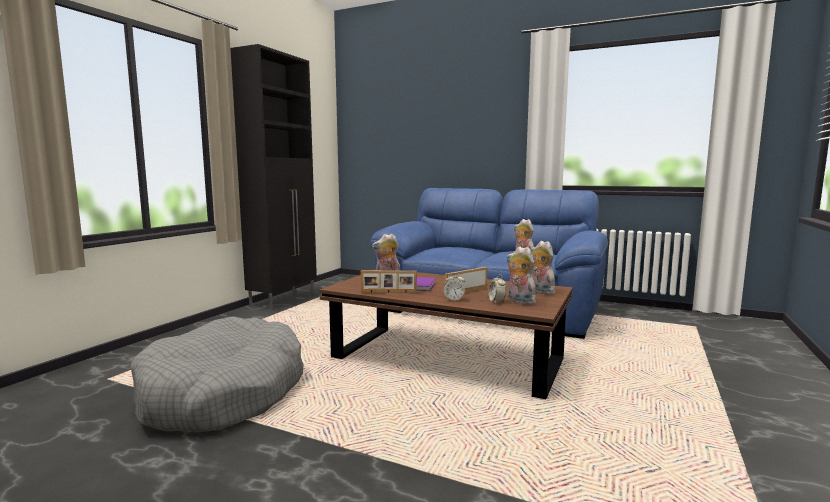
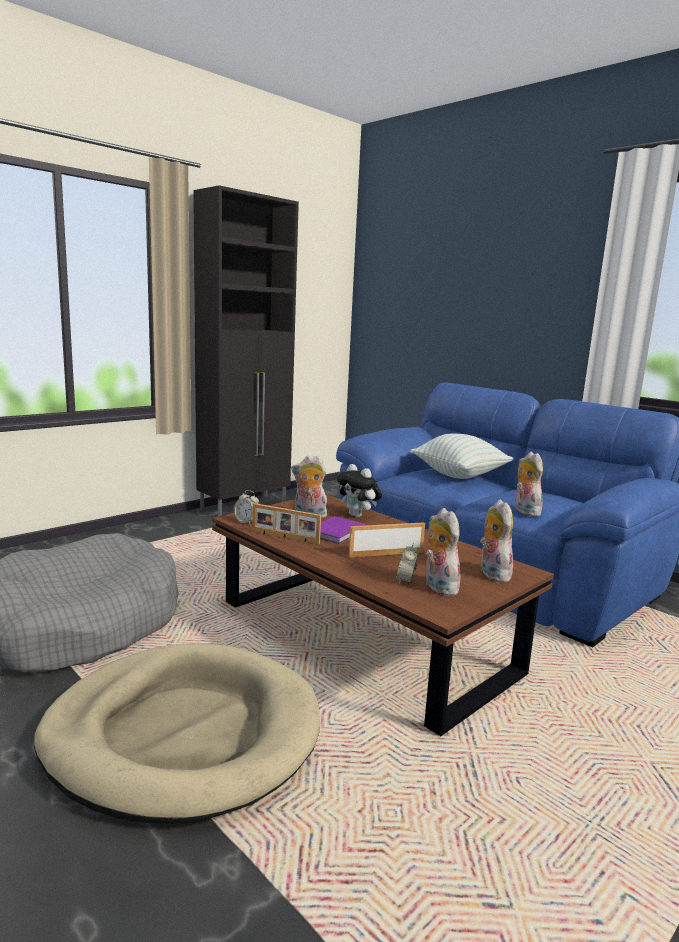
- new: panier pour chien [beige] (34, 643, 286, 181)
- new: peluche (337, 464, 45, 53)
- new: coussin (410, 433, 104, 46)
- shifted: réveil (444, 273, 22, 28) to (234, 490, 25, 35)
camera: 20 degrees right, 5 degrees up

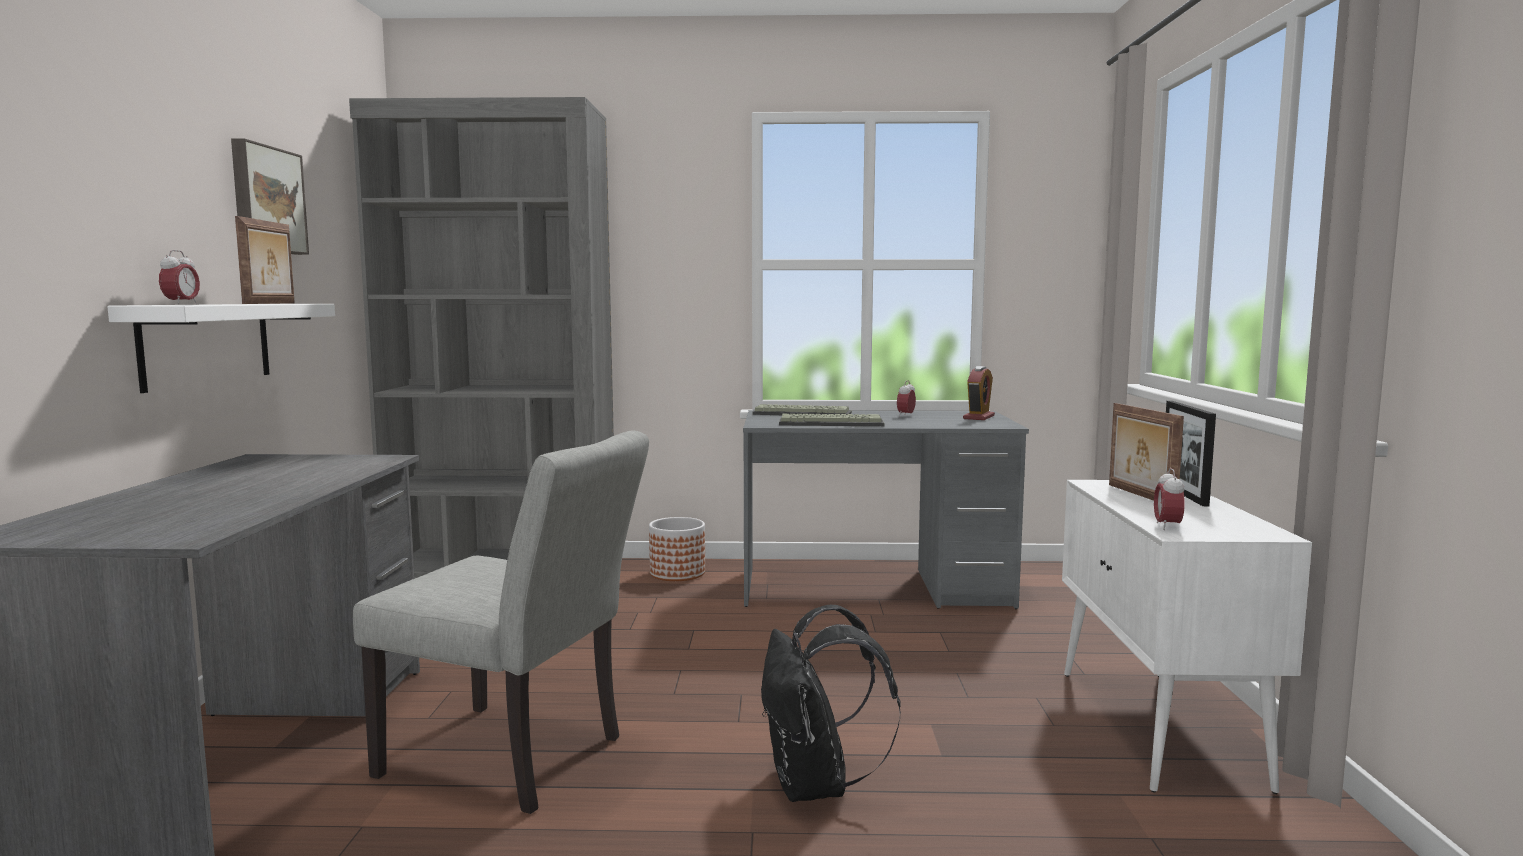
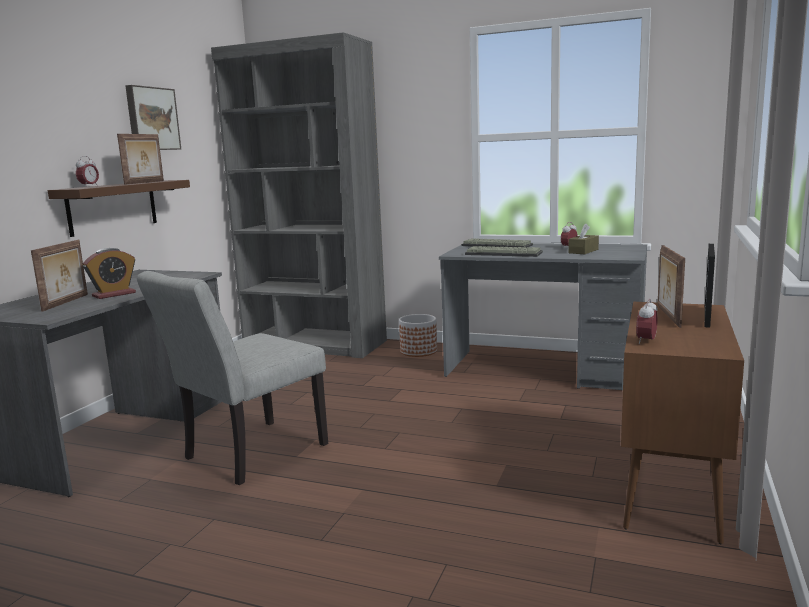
- gone: sac à dos [noir] (761, 605, 140, 197)
- new: cadre photo (31, 240, 57, 72)
- new: boîte à mouchoirs [marron] (568, 223, 31, 31)
- shifted: réveil (963, 366, 32, 54) to (83, 248, 53, 51)
- repainted: étagère [blanc] (108, 304, 227, 89) to étagère [marron] (48, 180, 142, 57)
- repainted: meuble de rangement [blanc] (1062, 480, 250, 314) to meuble de rangement [marron] (621, 302, 123, 242)
- rotated: chaise [gris] (353, 430, 296, 384) = (137, 271, 191, 214) 90 degrees clockwise
camera: 20 degrees right, 5 degrees up

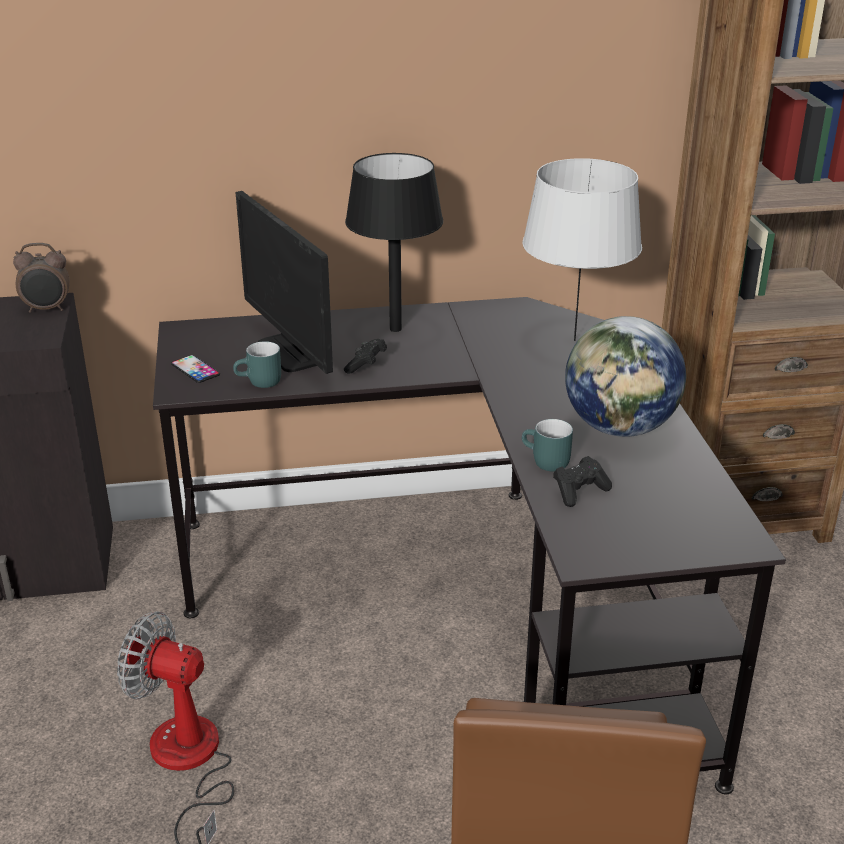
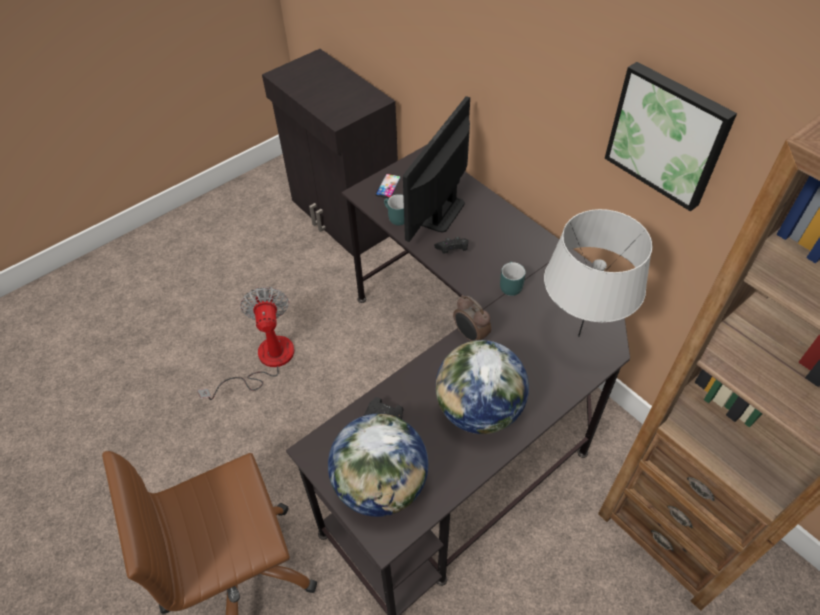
- gone: lampe de table [noir] (345, 153, 98, 179)
- new: globe (328, 413, 100, 104)
- new: tableau (605, 62, 132, 150)
- shifted: réveil (13, 243, 56, 70) to (453, 295, 38, 46)
- shifted: mug [turquoise] (522, 419, 51, 53) to (500, 262, 26, 34)
camera: 60 degrees right, 20 degrees up

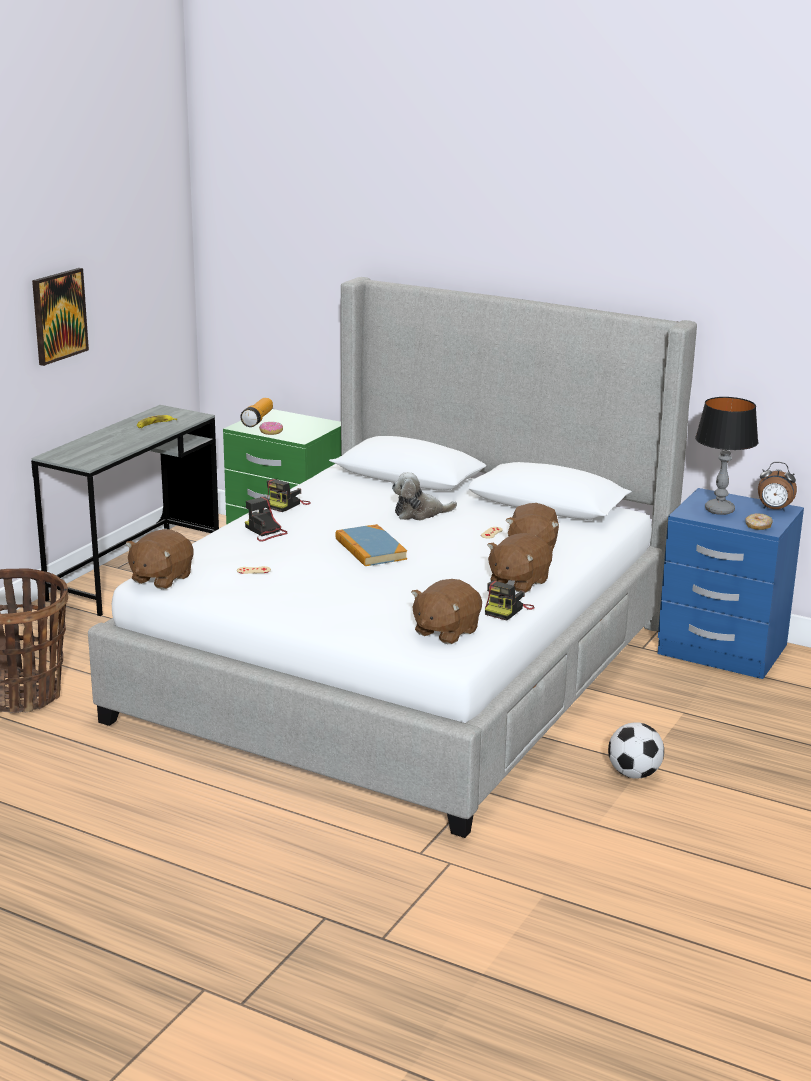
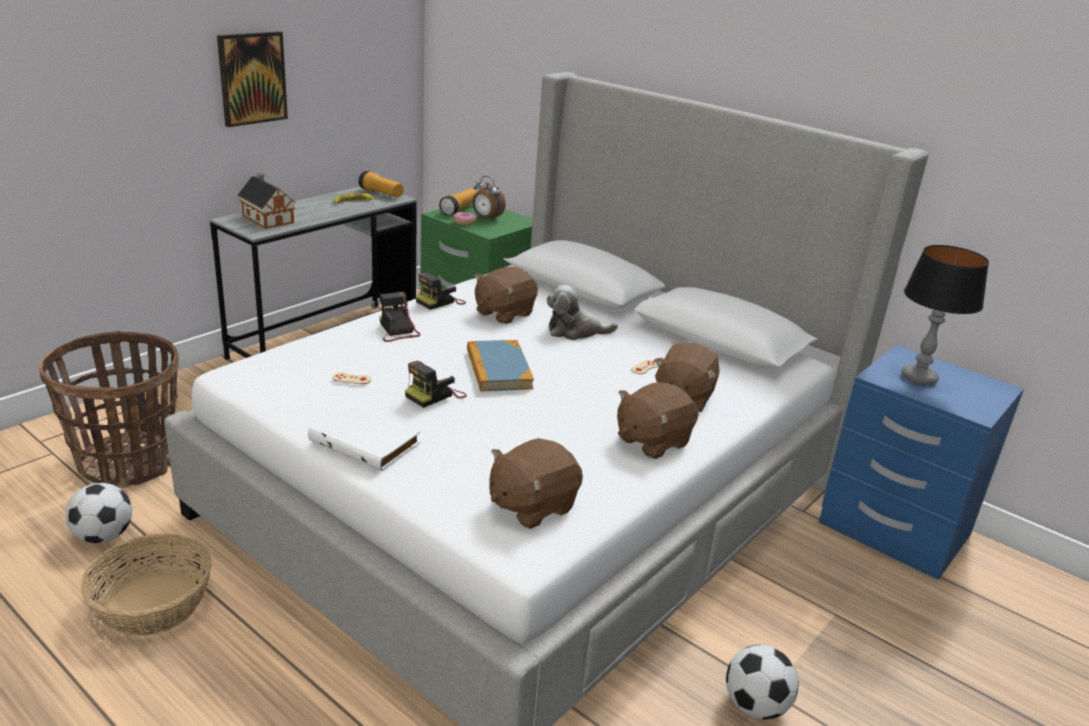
- gone: beignet (745, 513, 28, 17)
- new: ballon de foot (65, 483, 67, 61)
- new: panier (81, 534, 131, 102)
- new: maison miniature (238, 173, 58, 56)
- new: livre [blanc] (308, 403, 112, 68)
- new: lampe de poche (358, 171, 45, 26)
- shifted: peluche [marron] (126, 529, 67, 60) to (474, 267, 64, 57)
- shifted: appareil photo (485, 581, 50, 40) to (405, 361, 62, 47)
- shifted: réveil (758, 462, 39, 50) to (472, 176, 34, 45)
camera: 10 degrees right, 5 degrees up

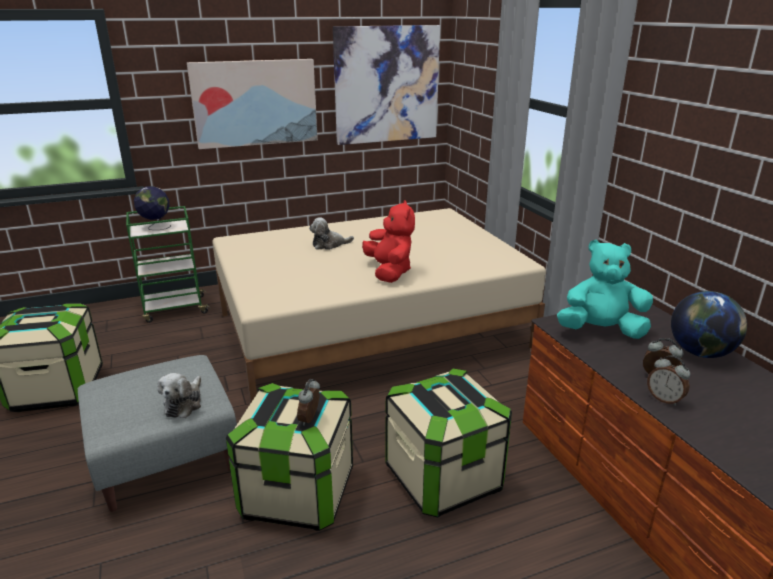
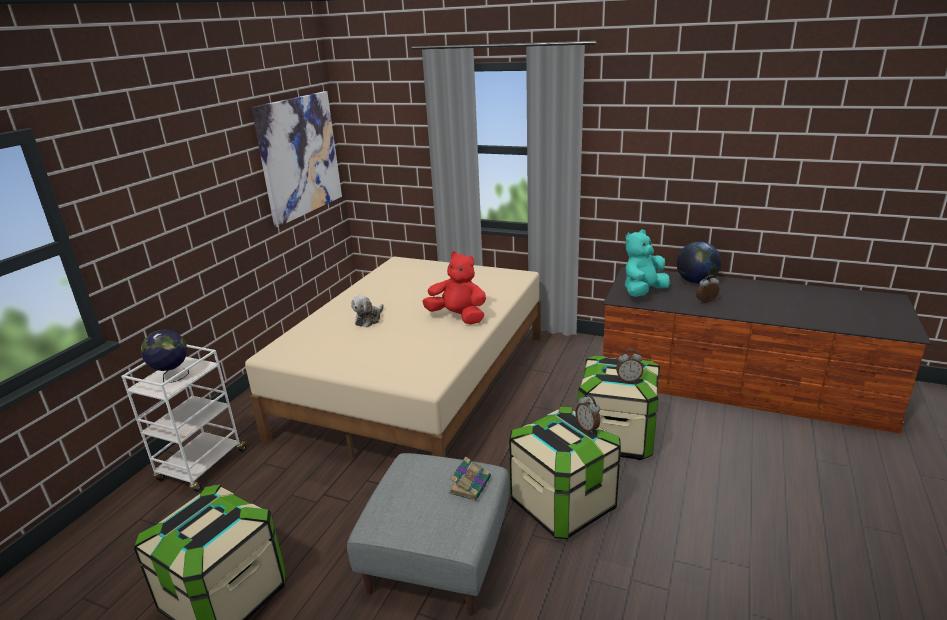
- gone: tableau (187, 59, 131, 90)
- shifted: réveil (647, 355, 43, 51) to (616, 350, 28, 32)
- swapped: peluche (157, 373, 44, 45) to livre (449, 456, 42, 45)
- repainted: chariot [vert] (126, 206, 85, 117) to chariot [blanc] (121, 344, 128, 148)
camera: 45 degrees left, 0 degrees up

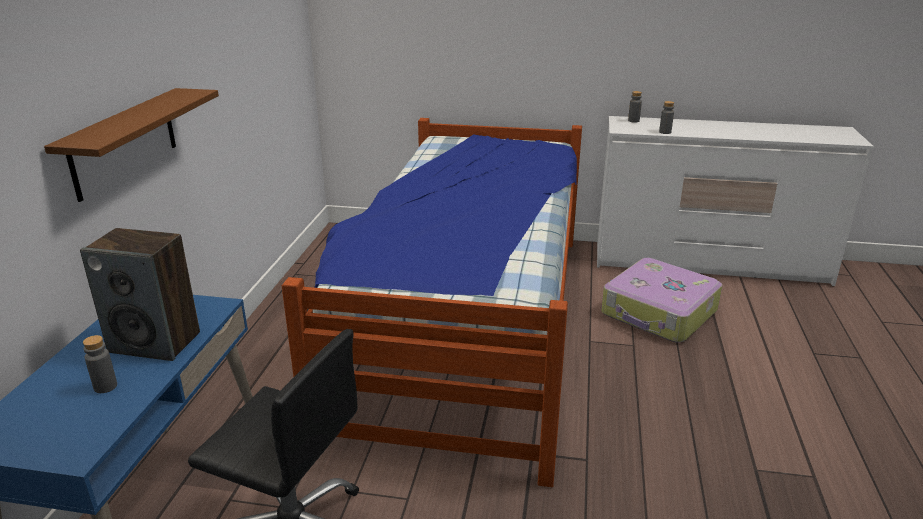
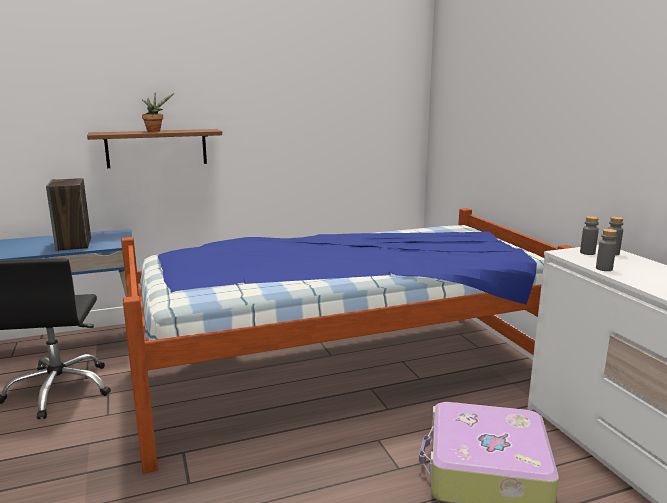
- new: plante en pot (142, 93, 32, 39)
- shifted: bouteille [gris] (83, 335, 34, 58) to (580, 216, 19, 39)
camera: 60 degrees right, 10 degrees down

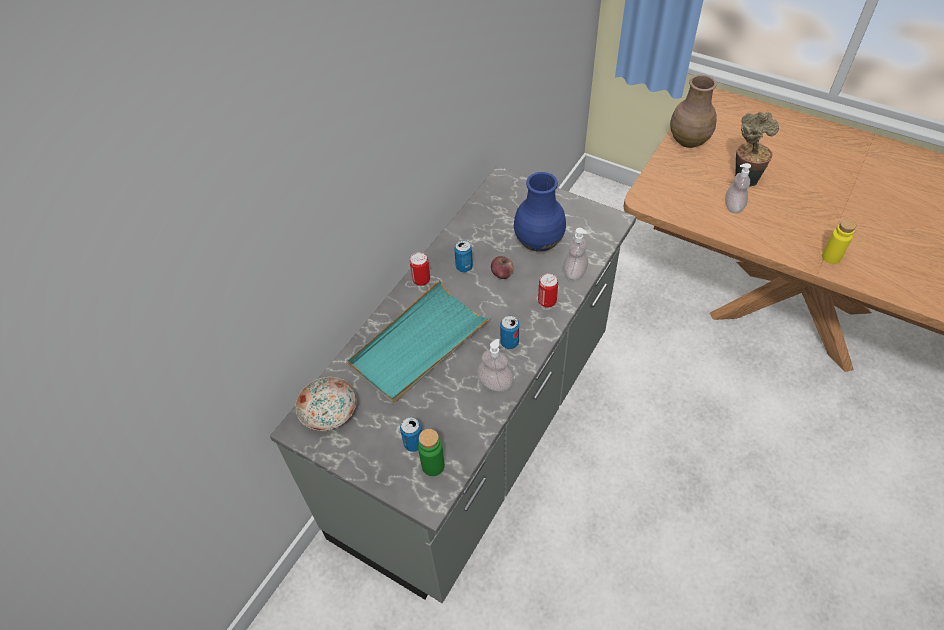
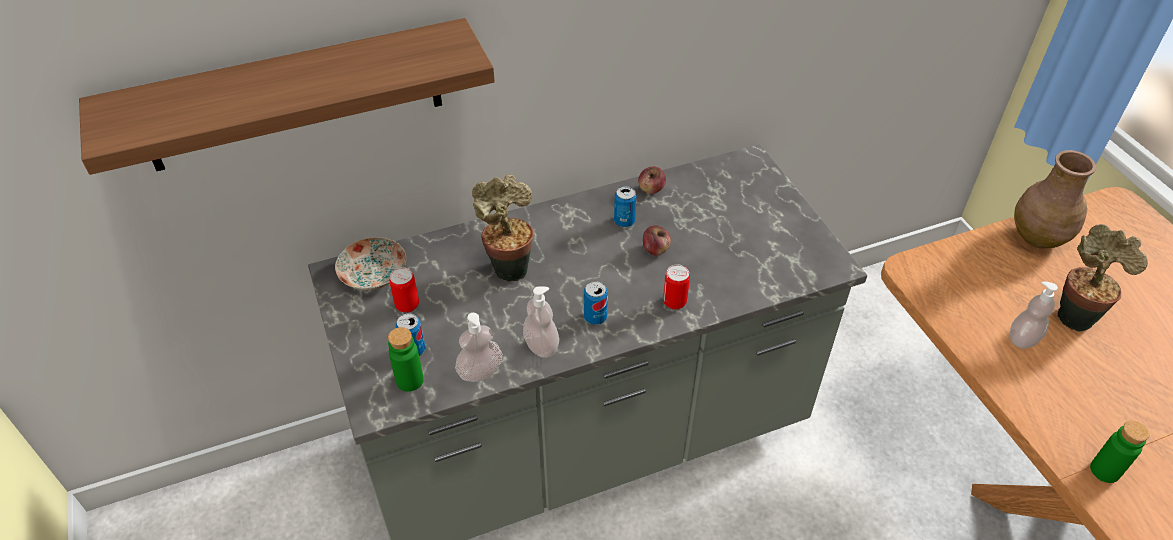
- gone: vase [bleu] (514, 172, 52, 80)
- new: étagère (79, 18, 416, 157)
- new: pomme (638, 166, 28, 28)
- shifted: boîte métallique (410, 252, 20, 34) to (389, 267, 30, 46)
- shifted: distributeur de savon (563, 228, 25, 53) to (455, 313, 48, 69)
- swapped: plateau [turquoise] (348, 280, 144, 123) to plante en pot (472, 174, 62, 108)
- repainted: bouteille [jaune] (822, 219, 34, 45) to bouteille [vert] (1090, 421, 60, 62)
camera: 35 degrees right, 5 degrees down

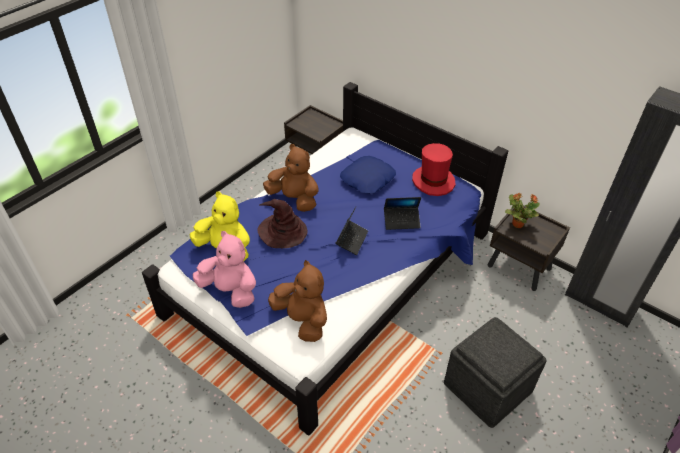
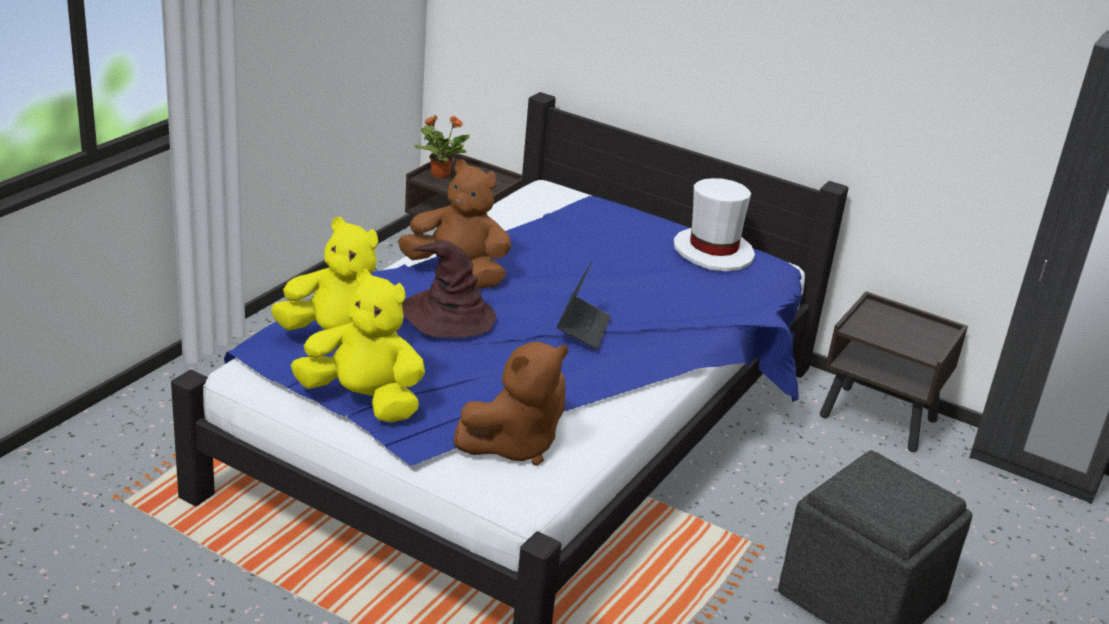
- gone: coussin [bleu] (340, 156, 56, 38)
- gone: ordinateur portable (384, 197, 37, 33)
- shifted: plante en pot (505, 193, 35, 35) to (414, 115, 56, 63)
- repainted: peluche [rose] (193, 231, 63, 77) to peluche [jaune] (291, 269, 134, 153)
- repainted: chapeau [rouge] (412, 143, 44, 53) to chapeau [blanc] (674, 178, 81, 93)
- rotated: peluche [marron] (268, 260, 59, 82) = (453, 342, 115, 124) 105 degrees clockwise
camera: 10 degrees left, 15 degrees down

